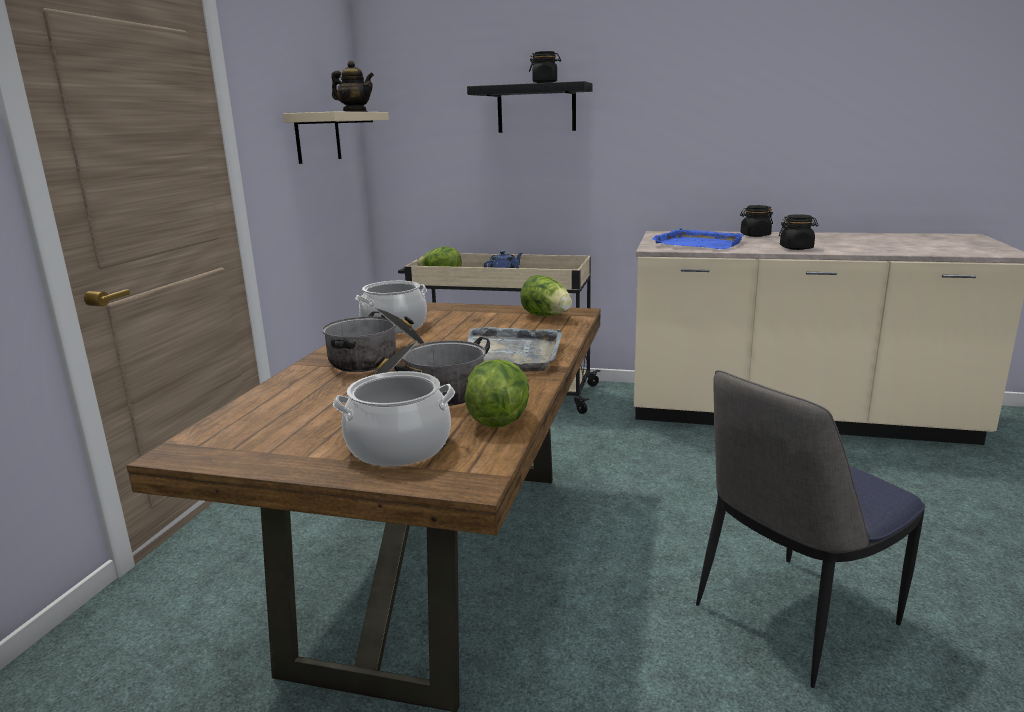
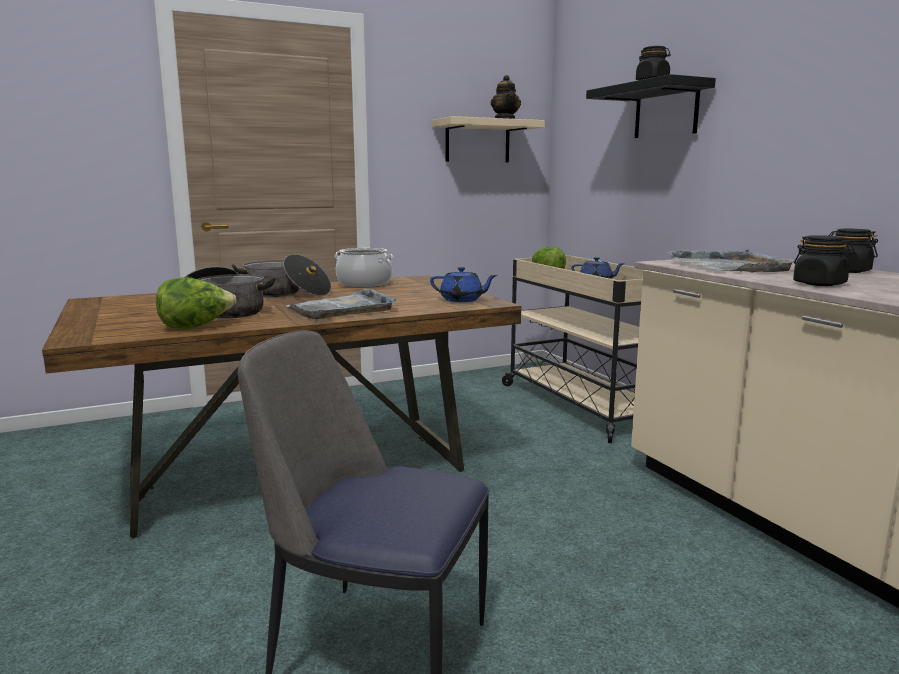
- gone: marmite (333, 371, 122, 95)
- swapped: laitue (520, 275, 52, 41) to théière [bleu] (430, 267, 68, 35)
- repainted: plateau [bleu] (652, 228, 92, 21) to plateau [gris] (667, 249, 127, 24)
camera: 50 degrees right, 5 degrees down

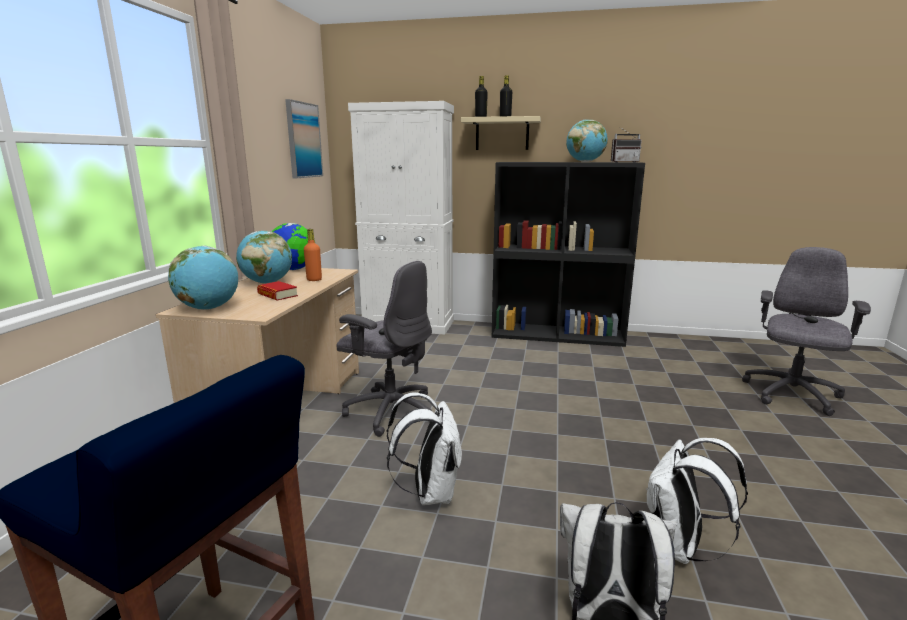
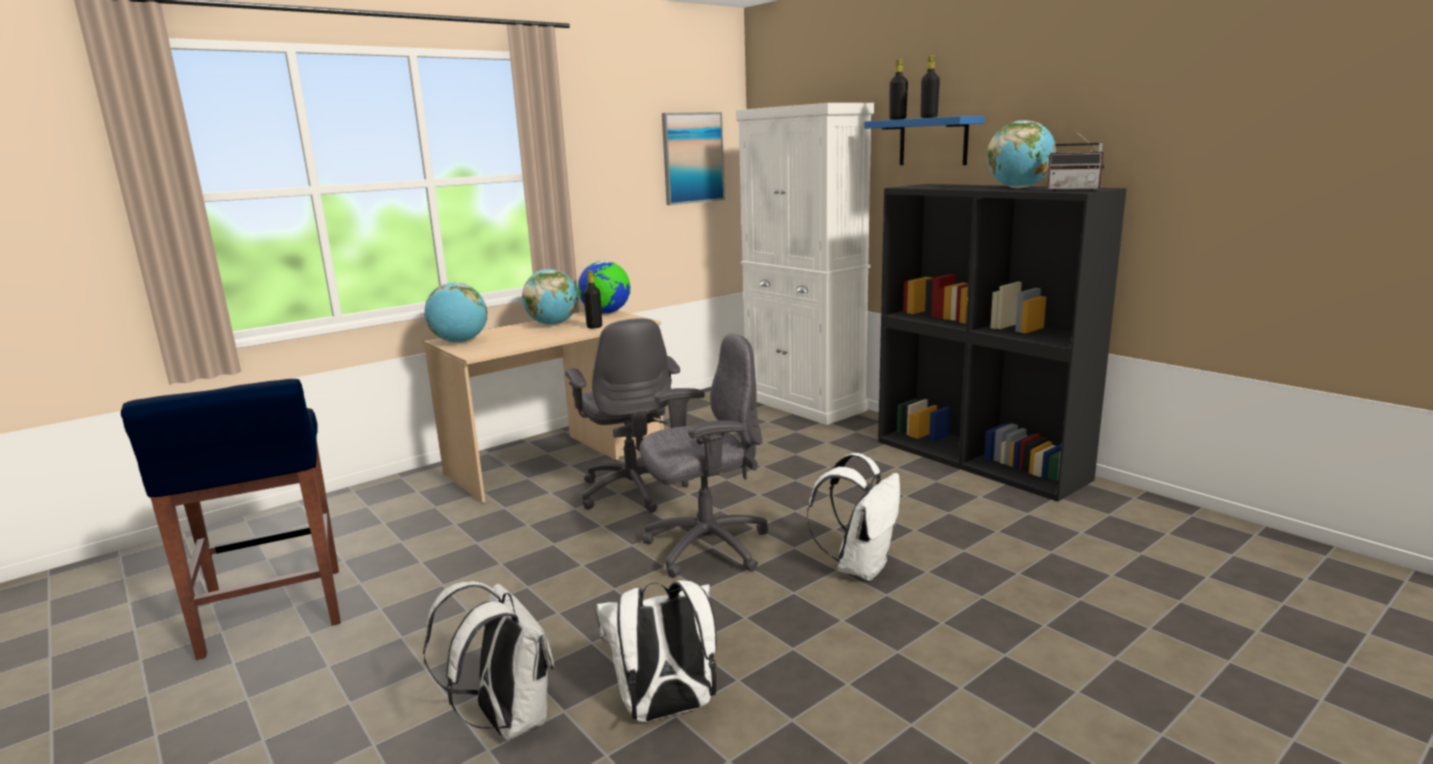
- gone: livre (257, 281, 41, 19)
- shifted: sac à dos [blanc] (387, 392, 75, 113) to (807, 453, 93, 127)
- shifted: chaise de bureau [gris] (742, 247, 129, 169) to (640, 333, 128, 245)
- repainted: bouteille [orange] (304, 229, 18, 52) to bouteille [noir] (583, 270, 19, 58)
- repainted: étagère [beige] (461, 116, 80, 34) to étagère [bleu] (864, 116, 121, 49)
camera: 40 degrees right, 0 degrees up

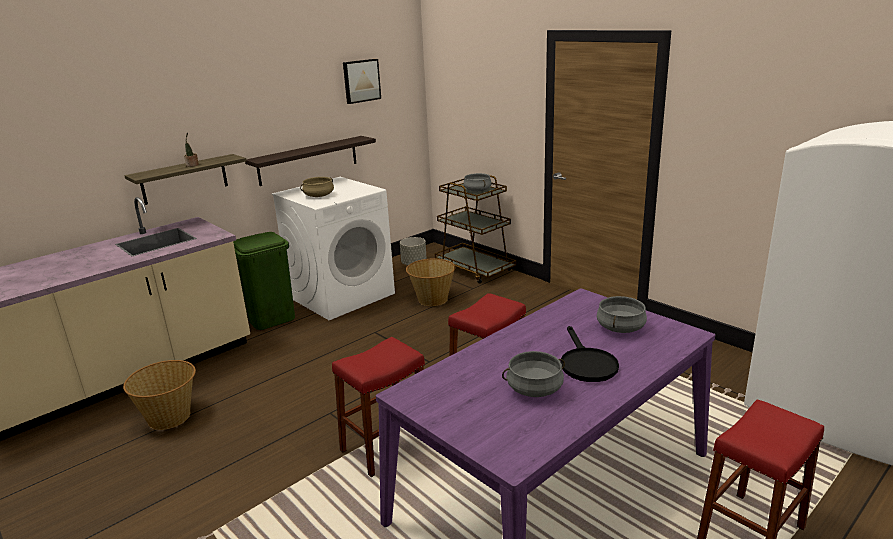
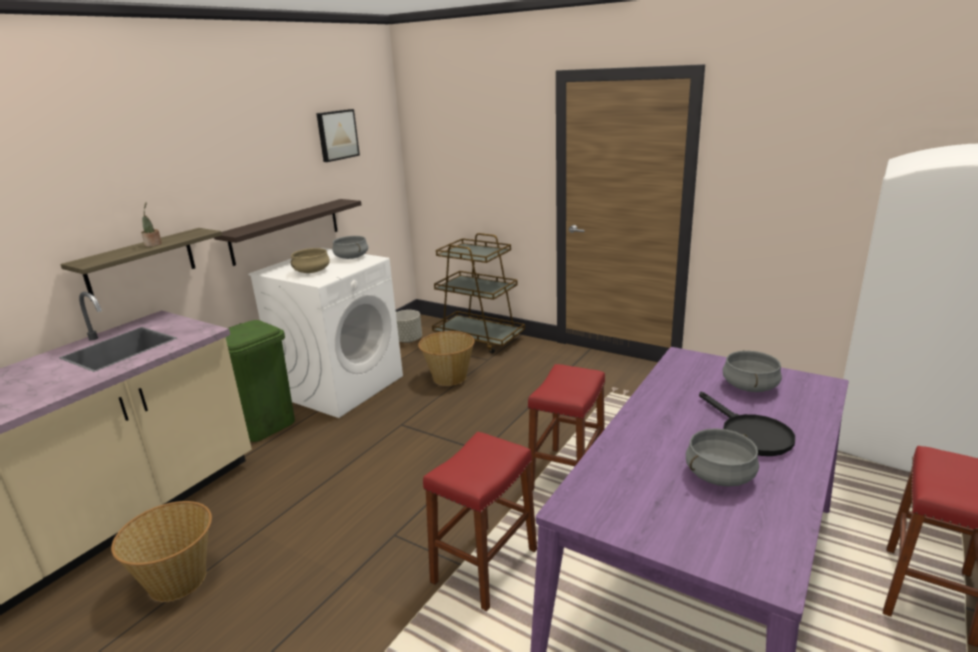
- shifted: marmite [gris] (463, 173, 29, 19) to (332, 236, 36, 23)
camera: 15 degrees left, 0 degrees up

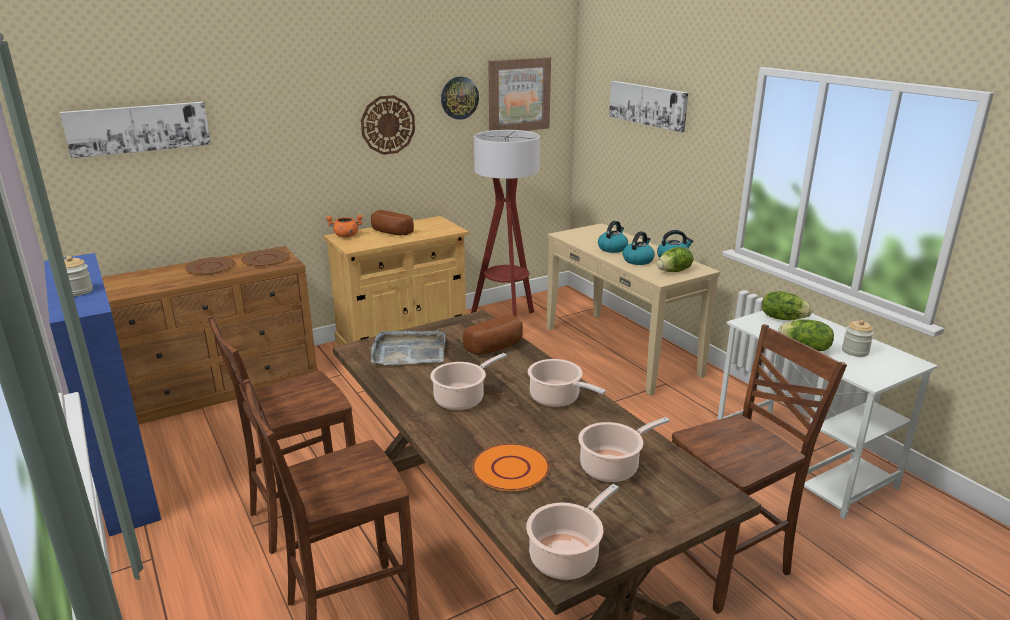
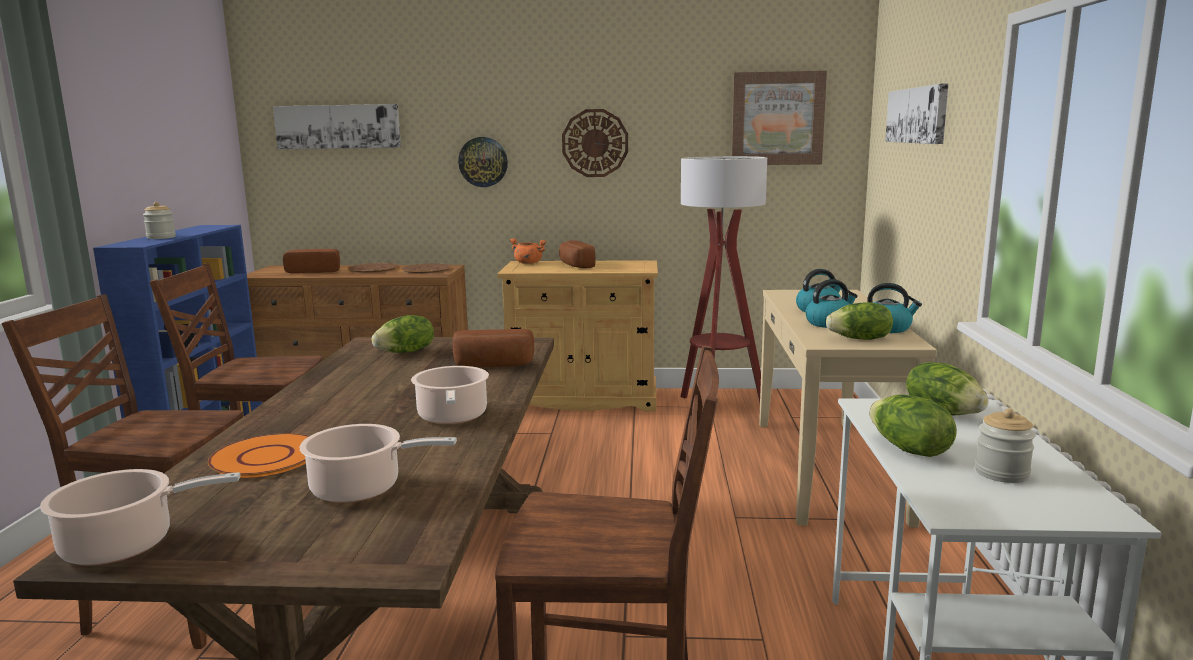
- gone: marmite (430, 353, 77, 57)
- new: pain (283, 249, 57, 24)
- shifted: horloge murale (441, 77, 38, 43) to (458, 137, 50, 50)
- swapped: plateau [gris] (371, 330, 74, 35) to laitue (372, 315, 62, 38)
camera: 35 degrees right, 10 degrees down

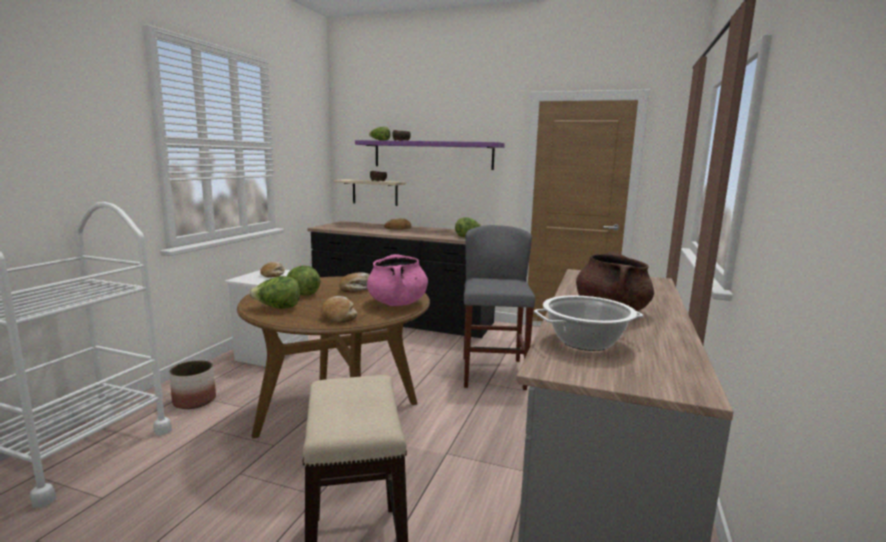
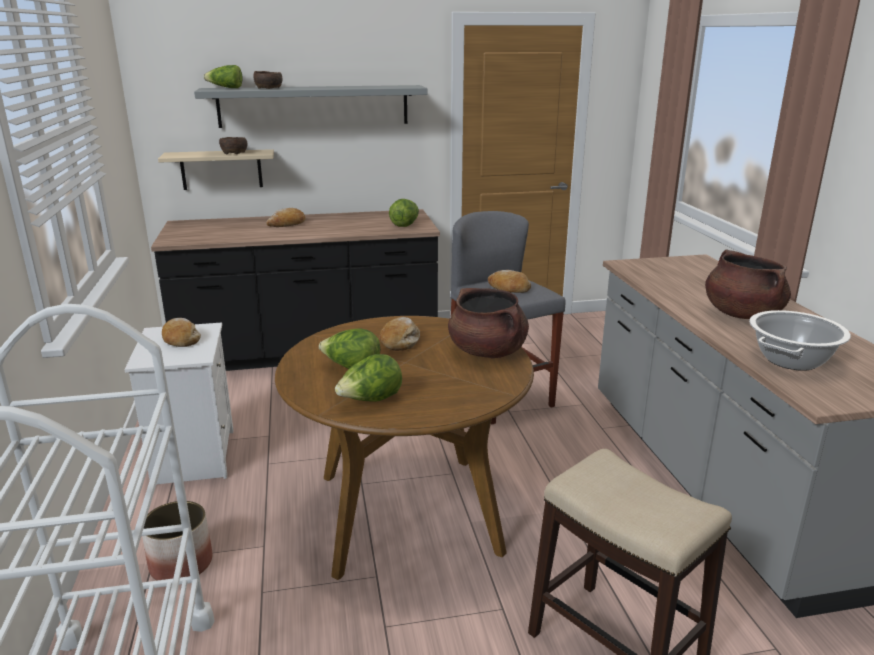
- shifted: pain (321, 296, 36, 27) to (488, 270, 43, 23)
- repainted: étagère [violet] (355, 140, 150, 30) to étagère [gris] (194, 85, 233, 43)
- repainted: marmite [rose] (367, 254, 61, 52) to marmite [marron] (448, 288, 81, 70)
camera: 30 degrees left, 10 degrees up

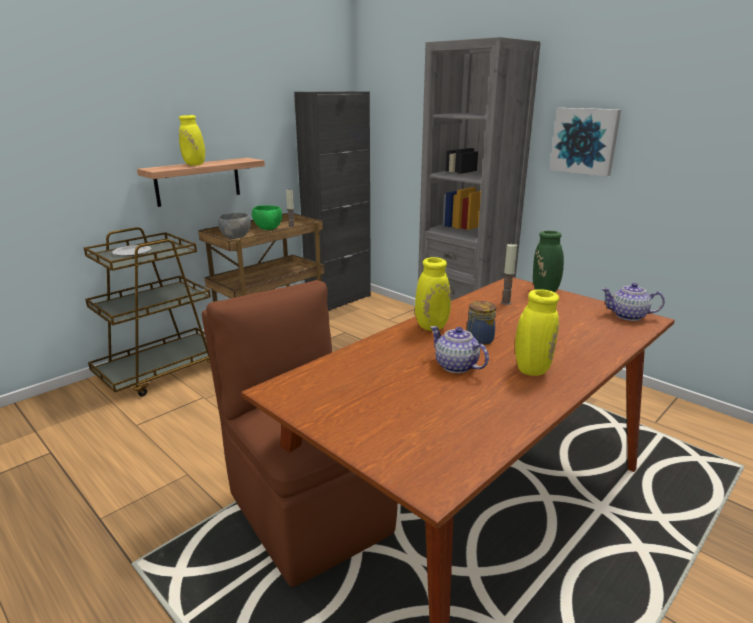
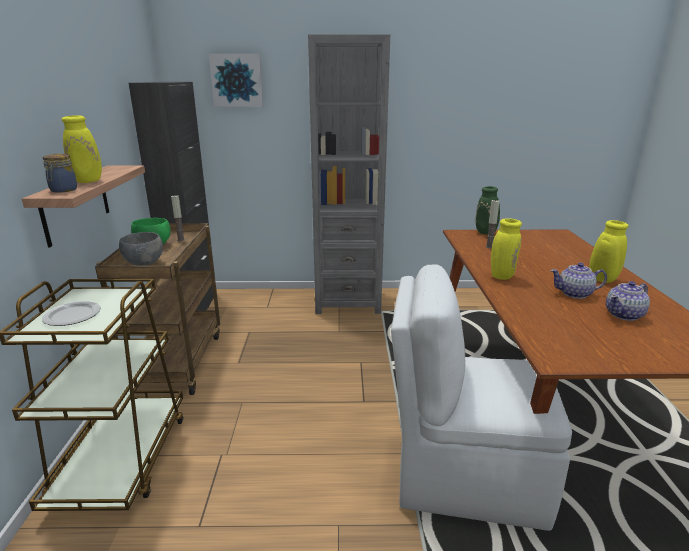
- shifted: bocal (467, 301, 29, 44) to (42, 154, 35, 39)
- shifted: tableau (550, 108, 71, 68) to (209, 53, 54, 54)
- shifted: théière (602, 283, 63, 38) to (606, 281, 44, 40)
- repainted: chaise [marron] (202, 280, 196, 307) to chaise [blanc] (391, 264, 181, 267)
camera: 45 degrees left, 0 degrees up

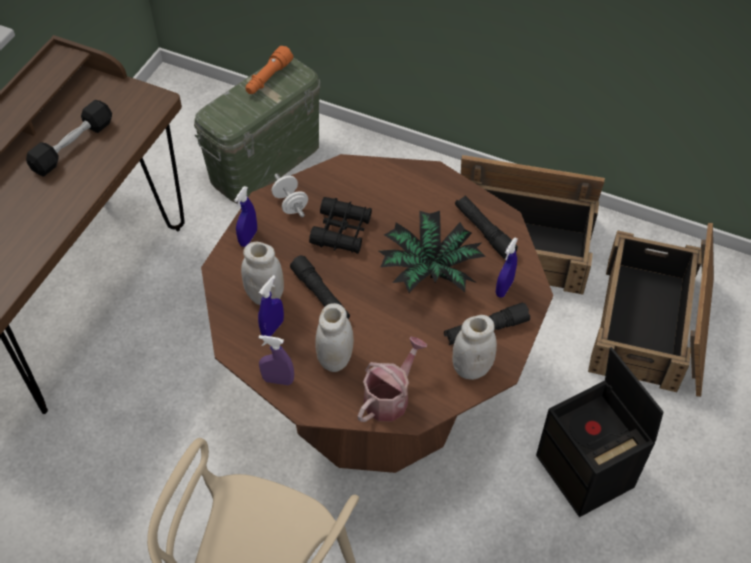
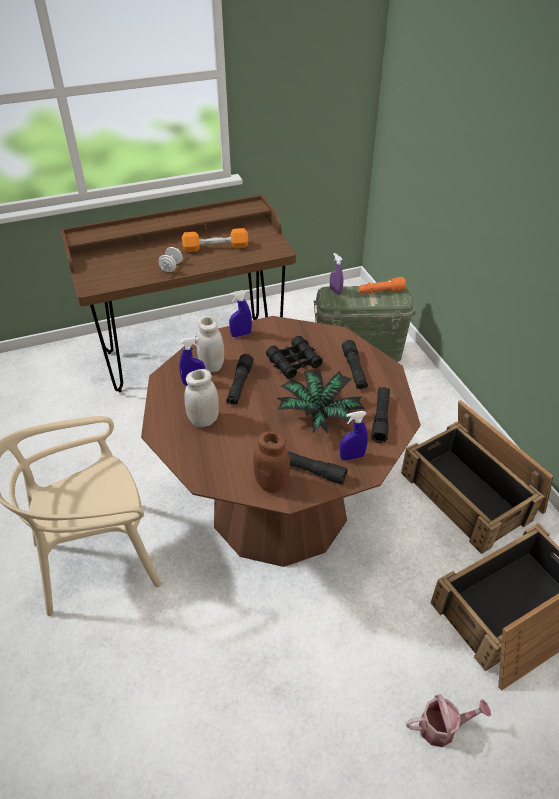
- gone: boîte de rangement [noir] (536, 347, 127, 170)
- new: lampe de poche [noir] (342, 340, 26, 49)
- shifted: vaporisateur [violet] (259, 335, 35, 50) to (330, 253, 13, 42)
- shifted: haltère [blanc] (272, 173, 36, 44) to (158, 247, 24, 25)
- shifted: arrosoir (358, 336, 69, 86) to (406, 694, 85, 53)
- repainted: haltère [noir] (26, 100, 86, 76) to haltère [orange] (182, 228, 66, 24)
- repainted: bocal [blanc] (453, 315, 44, 65) to bocal [marron] (253, 431, 37, 62)
camera: 45 degrees right, 10 degrees down

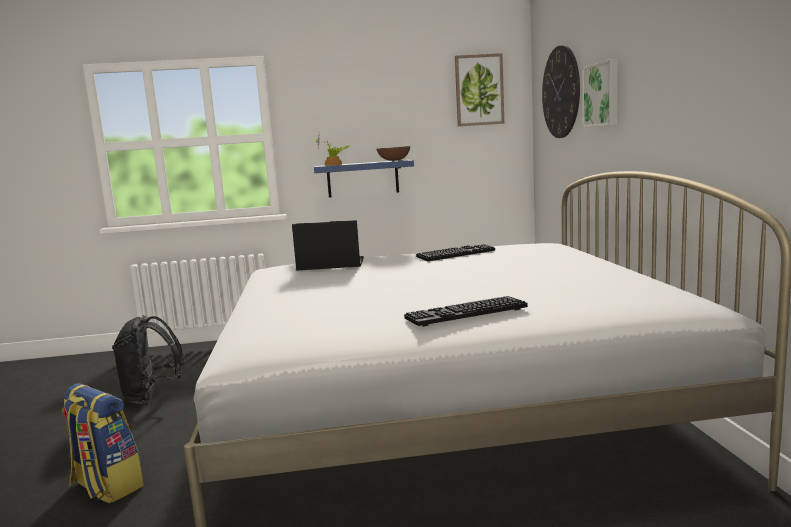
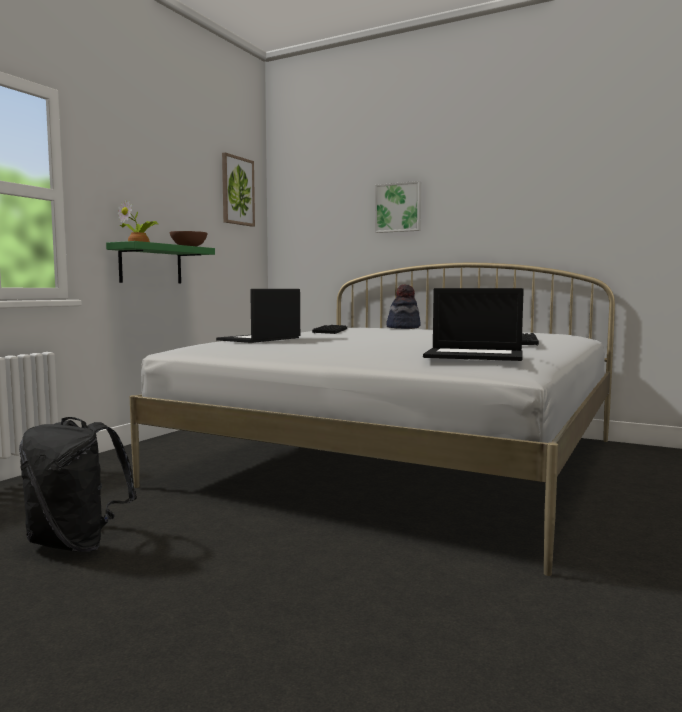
- gone: sac à dos (62, 383, 82, 120)
- gone: horloge murale (542, 45, 38, 93)
- new: chapeau (386, 285, 35, 44)
- new: ordinateur portable (423, 288, 101, 73)
- repainted: étagère [bleu] (314, 160, 100, 38) to étagère [vert] (106, 241, 109, 43)
camera: 55 degrees left, 5 degrees down

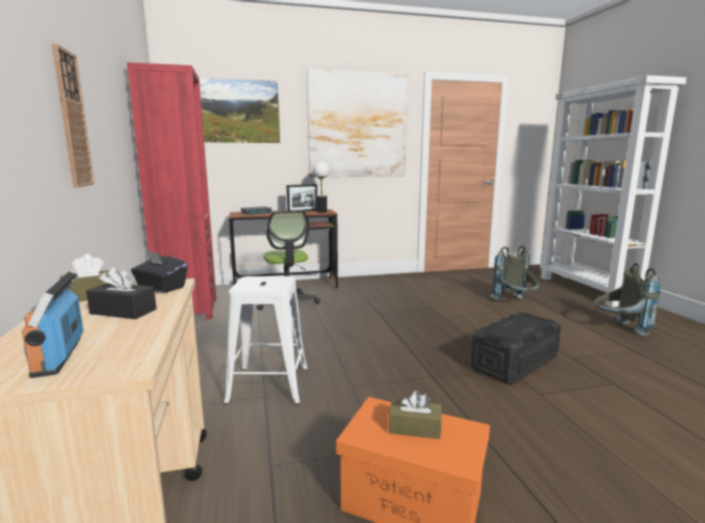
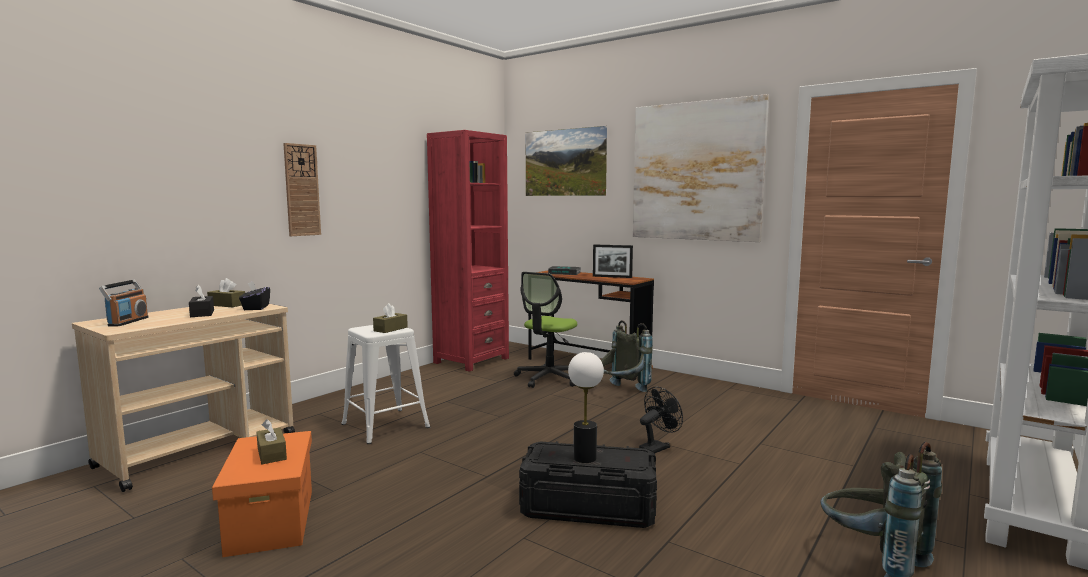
- new: boîte à mouchoirs [marron] (373, 303, 35, 30)
- new: ventilateur [noir] (639, 387, 44, 66)
- shifted: lampe de table (313, 162, 16, 51) to (568, 352, 36, 111)
- shifted: sac à dos [gris] (490, 246, 49, 55) to (601, 320, 52, 72)
- rotated: radio (22, 270, 62, 108) = (99, 280, 50, 46) 150 degrees clockwise
camera: 50 degrees right, 5 degrees down

